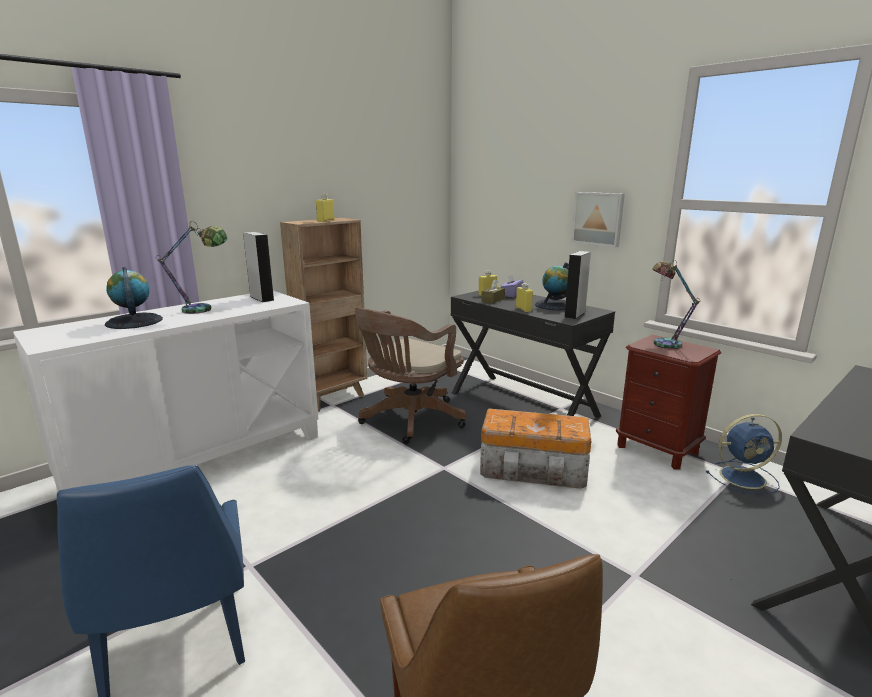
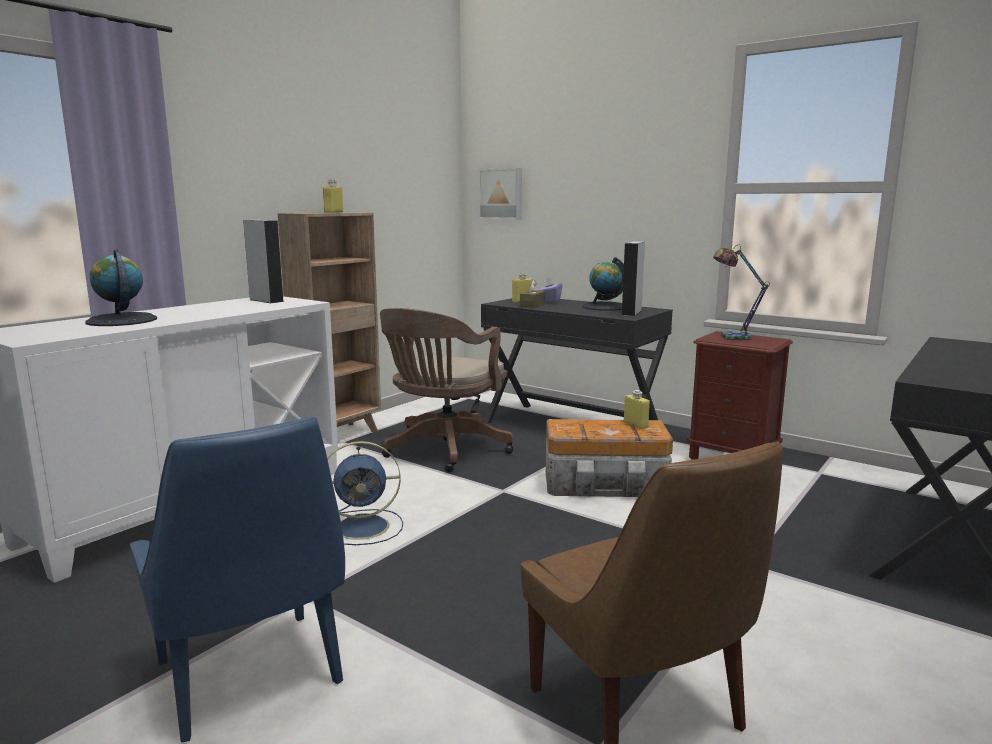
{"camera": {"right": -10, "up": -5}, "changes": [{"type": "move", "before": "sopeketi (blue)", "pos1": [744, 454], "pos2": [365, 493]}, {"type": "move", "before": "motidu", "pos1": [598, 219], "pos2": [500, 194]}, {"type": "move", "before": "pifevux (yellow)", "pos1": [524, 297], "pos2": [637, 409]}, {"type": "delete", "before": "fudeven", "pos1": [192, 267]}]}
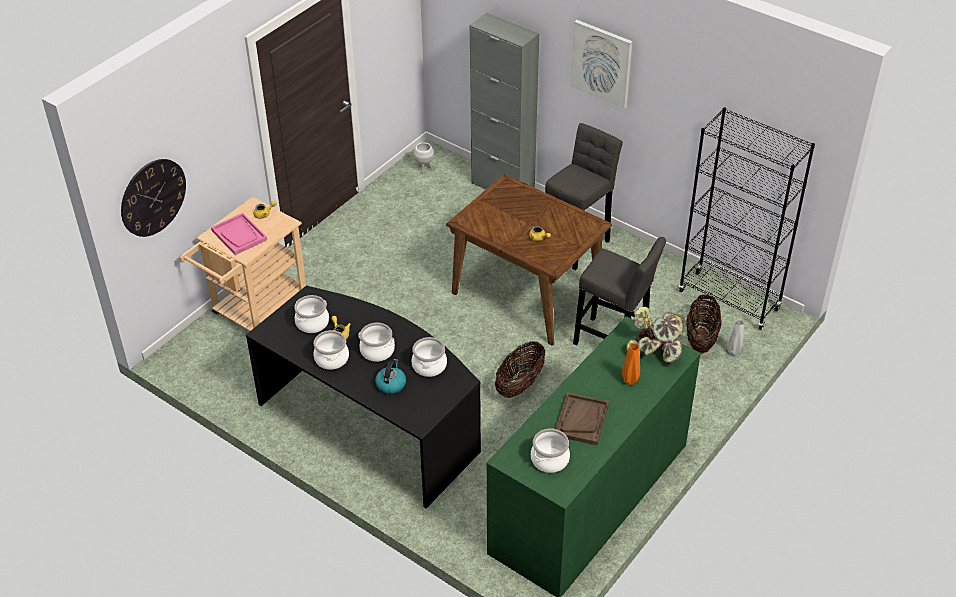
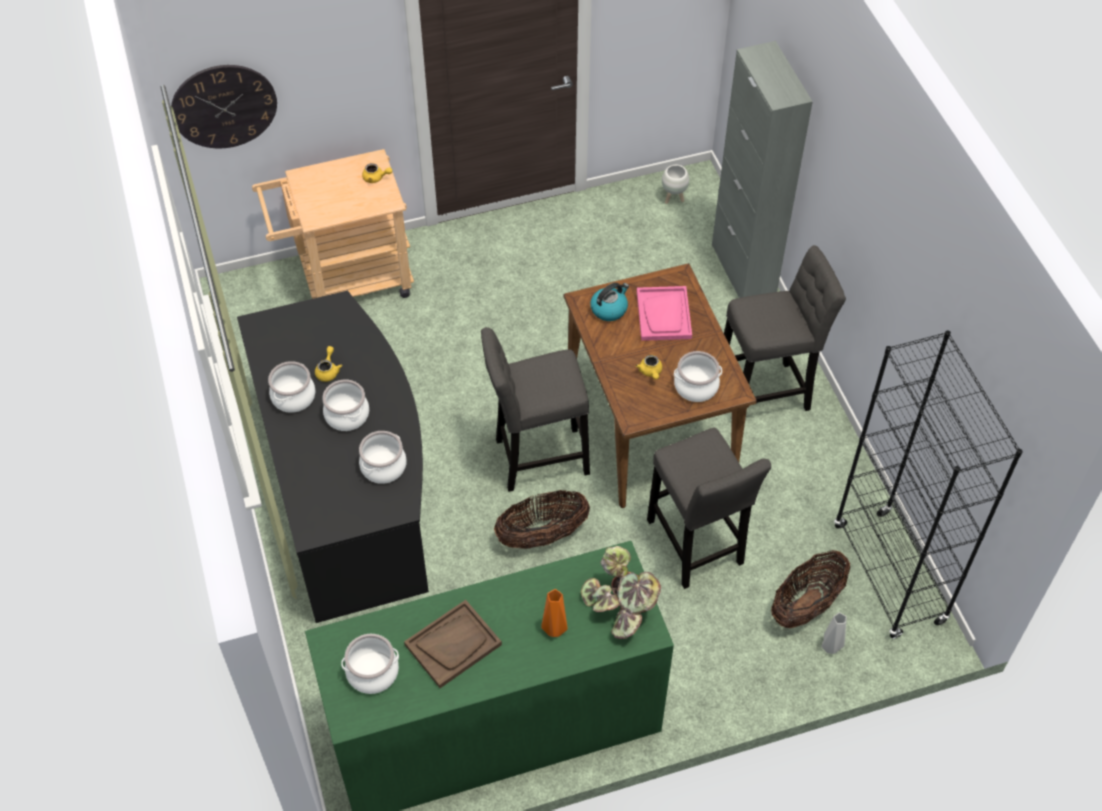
{"camera": {"right": 35, "up": 10}, "changes": [{"type": "insert", "after": "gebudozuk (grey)", "pos2": [535, 409]}, {"type": "move", "before": "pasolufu", "pos1": [390, 376], "pos2": [609, 302]}, {"type": "move", "before": "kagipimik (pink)", "pos1": [239, 234], "pos2": [664, 313]}, {"type": "move", "before": "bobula", "pos1": [311, 314], "pos2": [698, 376]}, {"type": "delete", "before": "motidu", "pos1": [601, 64]}]}
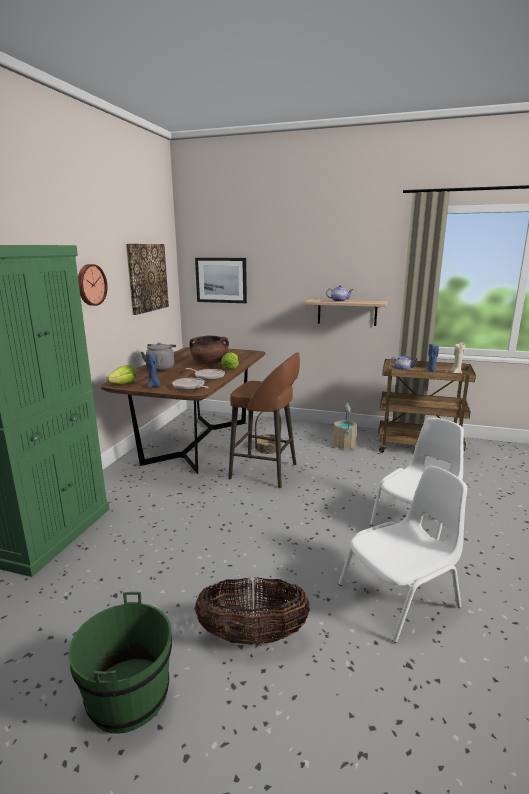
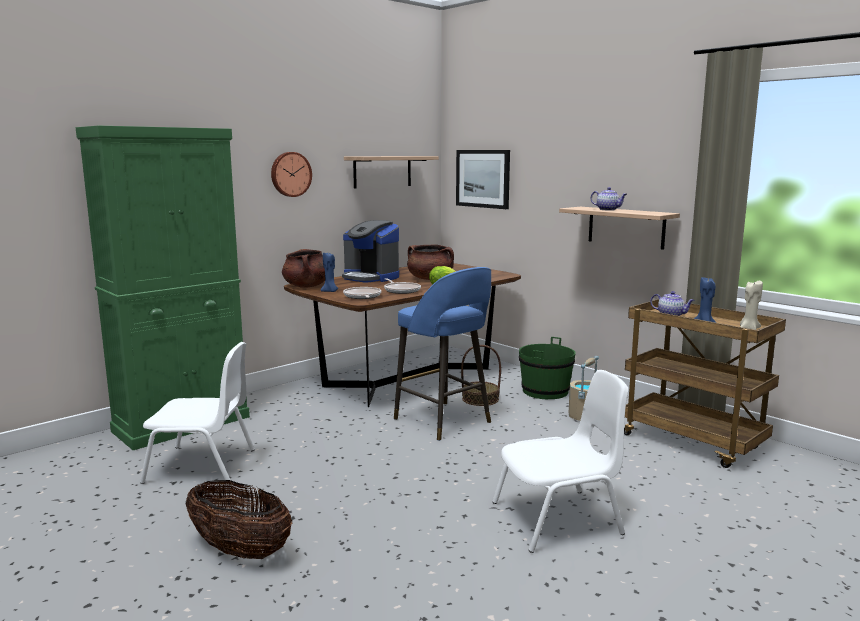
{"camera": {"right": 30, "up": -5}, "changes": [{"type": "move", "before": "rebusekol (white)", "pos1": [403, 554], "pos2": [197, 413]}, {"type": "replace", "before": "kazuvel", "after": "bobula (brown)", "pos1": [121, 374], "pos2": [303, 268]}, {"type": "replace", "before": "pasolufu (grey)", "after": "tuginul", "pos1": [158, 356], "pos2": [370, 251]}, {"type": "replace", "before": "motidu", "after": "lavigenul", "pos1": [147, 279], "pos2": [391, 172]}, {"type": "recolor", "before": "gebudozuk (brown)", "after": "gebudozuk (blue)", "pos1": [264, 420], "pos2": [442, 354]}, {"type": "move", "before": "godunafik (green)", "pos1": [120, 663], "pos2": [547, 368]}]}
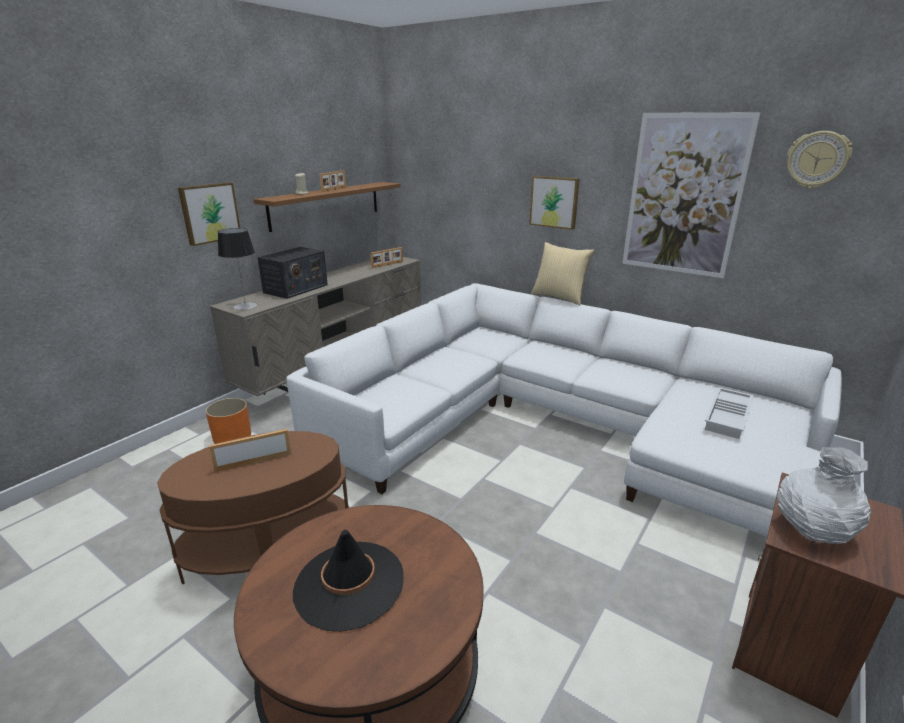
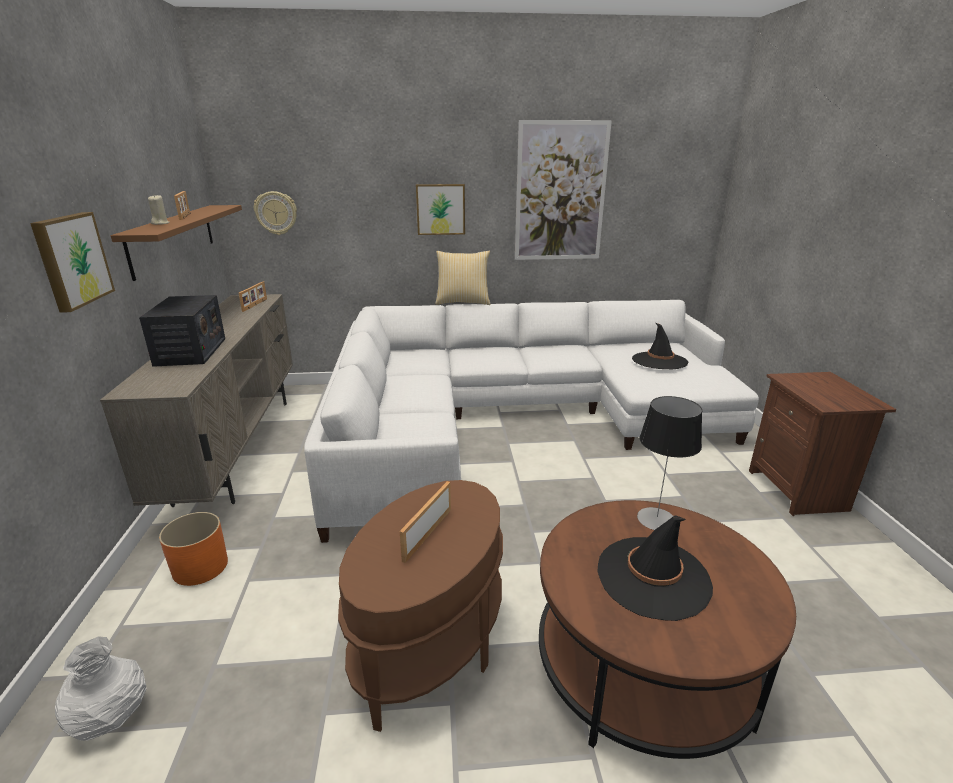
{"camera": {"right": -40, "up": 0}, "changes": [{"type": "move", "before": "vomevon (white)", "pos1": [824, 495], "pos2": [100, 688]}, {"type": "move", "before": "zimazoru", "pos1": [820, 160], "pos2": [275, 213]}, {"type": "replace", "before": "kagipimik (white)", "after": "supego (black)", "pos1": [729, 413], "pos2": [660, 345]}, {"type": "move", "before": "fudeven", "pos1": [237, 269], "pos2": [669, 463]}]}
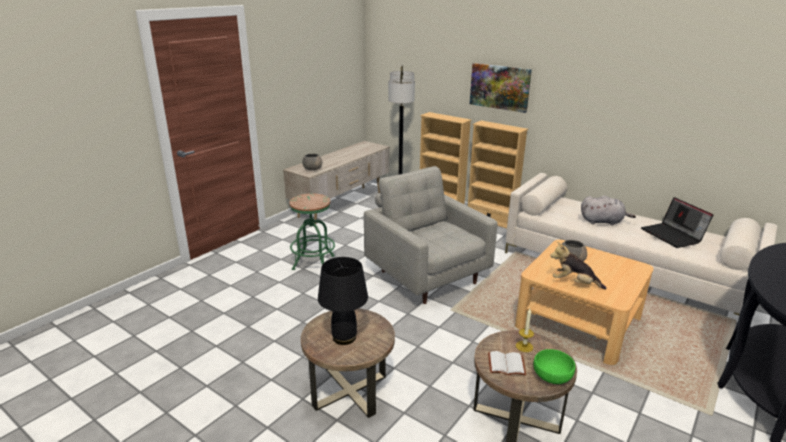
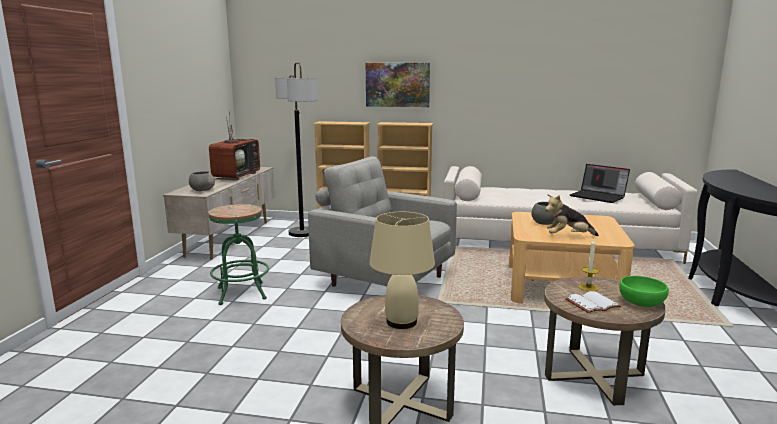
{"camera": {"right": -25, "up": -10}, "changes": [{"type": "insert", "after": "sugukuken", "pos2": [234, 147]}, {"type": "recolor", "before": "fudeven (black)", "after": "fudeven (beige)", "pos1": [343, 301], "pos2": [402, 270]}, {"type": "delete", "before": "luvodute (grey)", "pos1": [608, 210]}]}
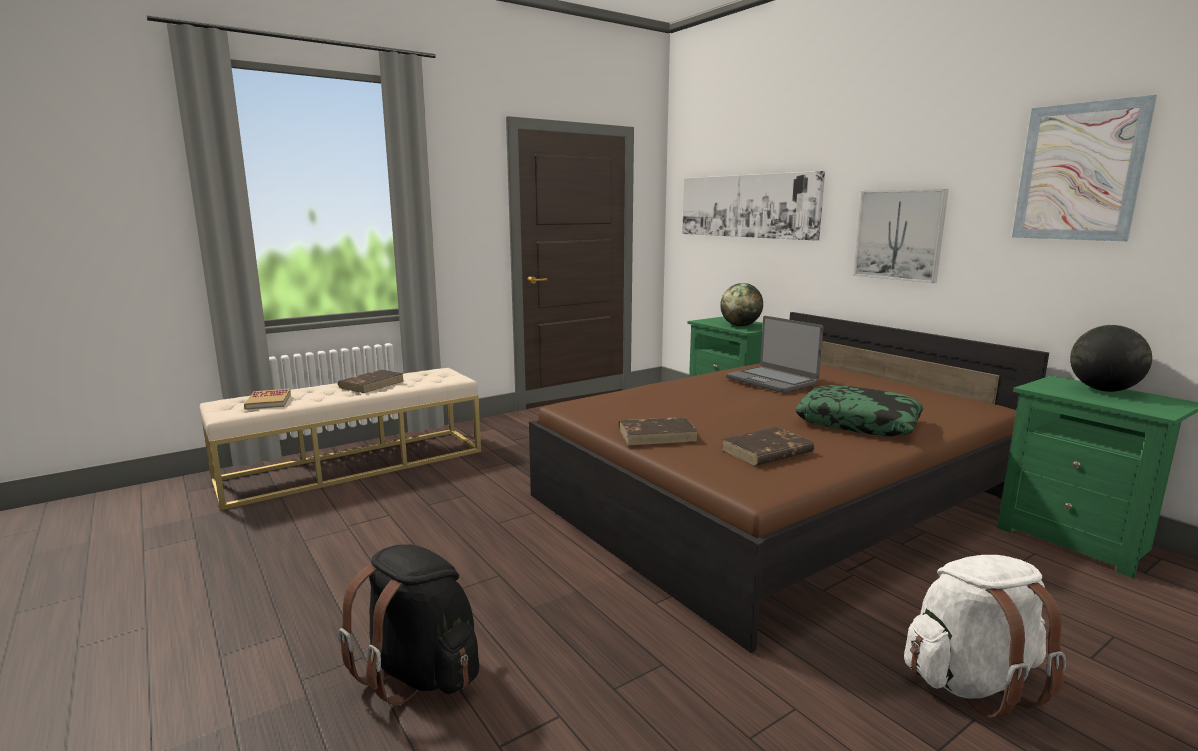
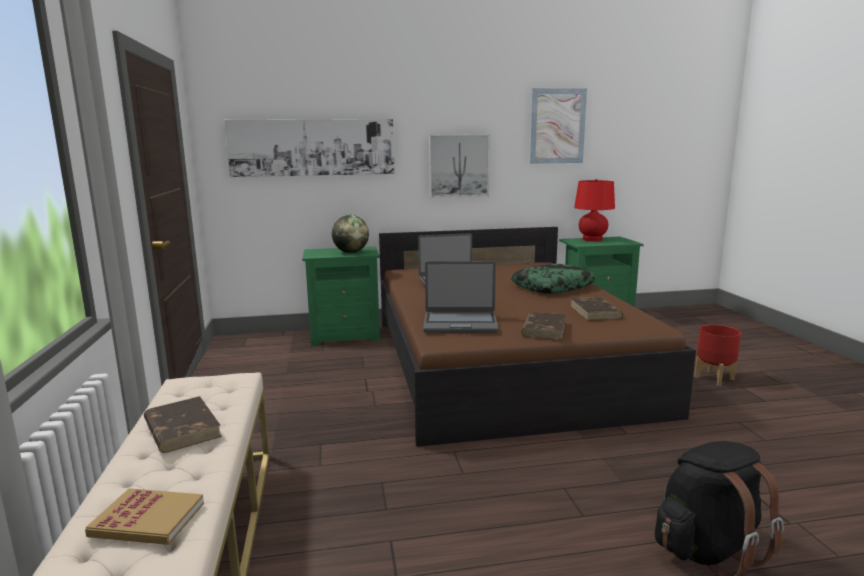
{"camera": {"right": -65, "up": 0}, "changes": [{"type": "insert", "after": "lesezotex", "pos2": [461, 297]}, {"type": "replace", "before": "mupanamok", "after": "fudeven (red)", "pos1": [1111, 358], "pos2": [594, 210]}, {"type": "replace", "before": "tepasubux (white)", "after": "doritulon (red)", "pos1": [985, 636], "pos2": [717, 355]}]}
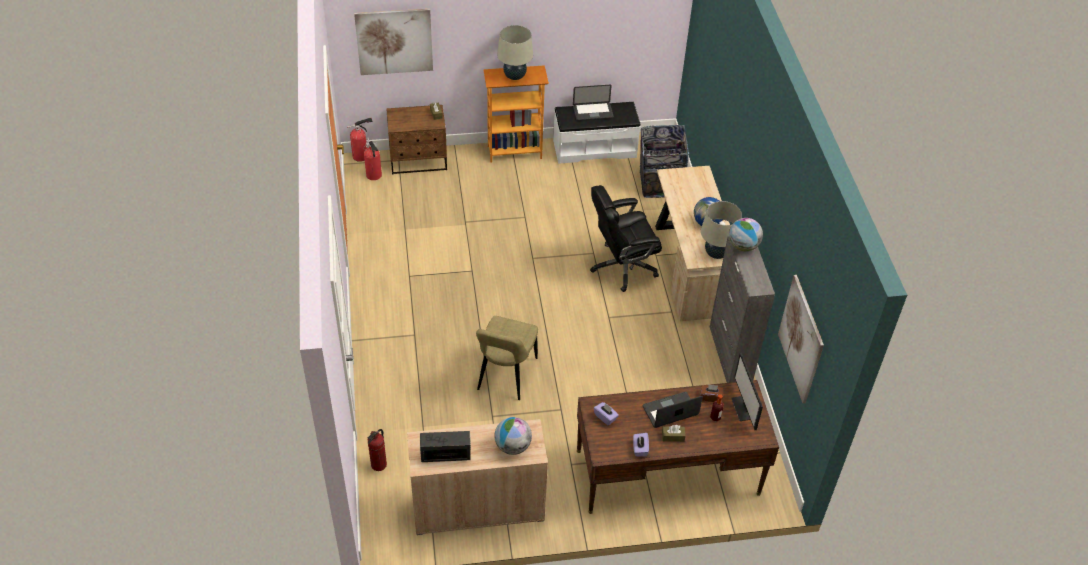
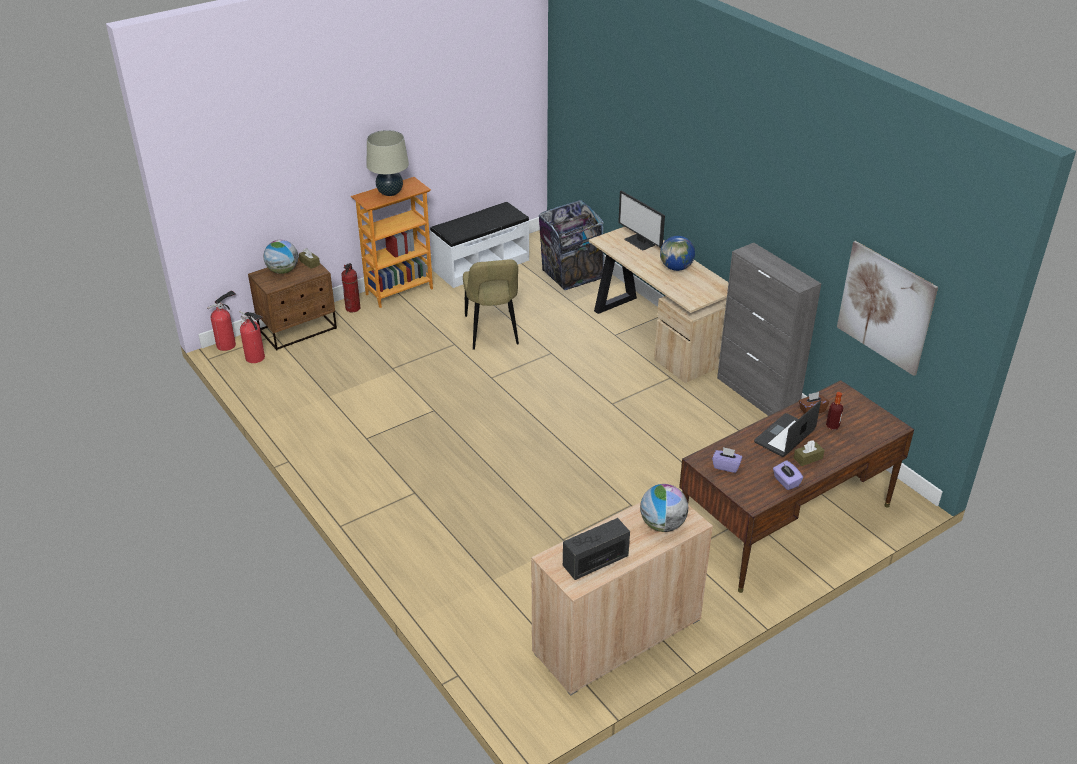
{"camera": {"right": -25, "up": -10}, "changes": [{"type": "move", "before": "mupanamok", "pos1": [746, 234], "pos2": [280, 257]}, {"type": "move", "before": "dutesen", "pos1": [377, 450], "pos2": [350, 287]}, {"type": "move", "before": "rebusekol (beige)", "pos1": [507, 358], "pos2": [491, 304]}, {"type": "move", "before": "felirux", "pos1": [747, 391], "pos2": [641, 220]}, {"type": "delete", "before": "motidu", "pos1": [393, 42]}, {"type": "delete", "before": "lesezotex", "pos1": [593, 103]}, {"type": "delete", "before": "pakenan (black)", "pos1": [626, 238]}, {"type": "delete", "before": "fudeven (beige)", "pos1": [721, 230]}]}
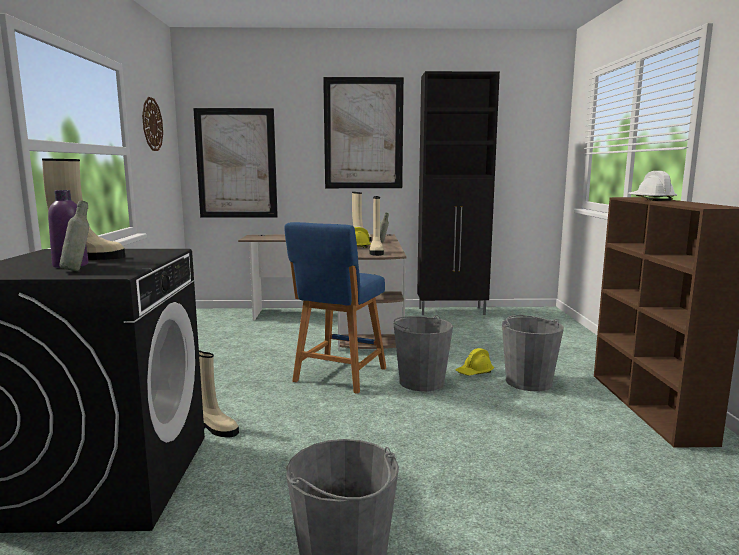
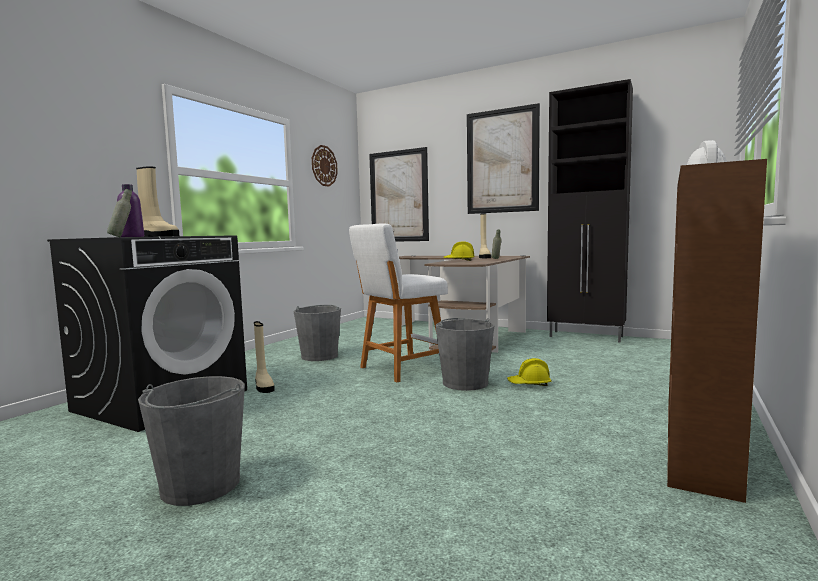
{"camera": {"right": 30, "up": -5}, "changes": [{"type": "move", "before": "godunafik (grey)", "pos1": [533, 353], "pos2": [317, 333]}, {"type": "recolor", "before": "gebudozuk (blue)", "after": "gebudozuk (white)", "pos1": [335, 308], "pos2": [398, 302]}, {"type": "delete", "before": "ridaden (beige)", "pos1": [376, 226]}]}
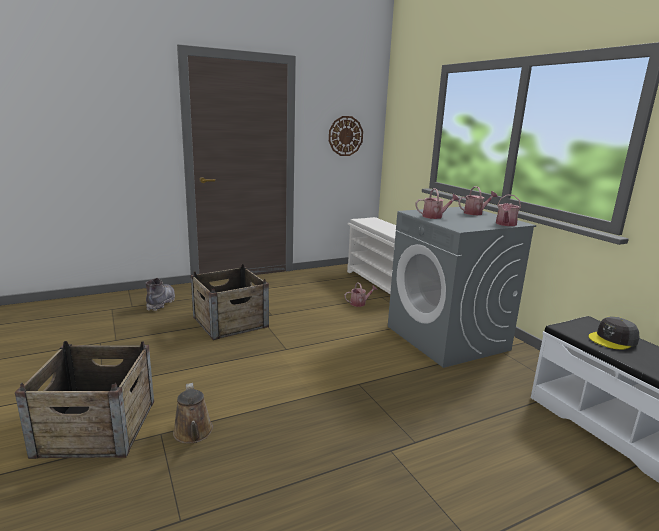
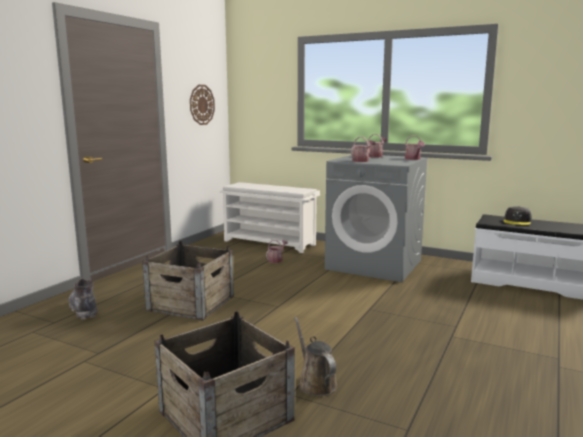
{"camera": {"right": -35, "up": -5}, "changes": [{"type": "rotate", "before": "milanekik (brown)", "pos1": [193, 413], "pos2": [315, 356], "turn": -150}]}
